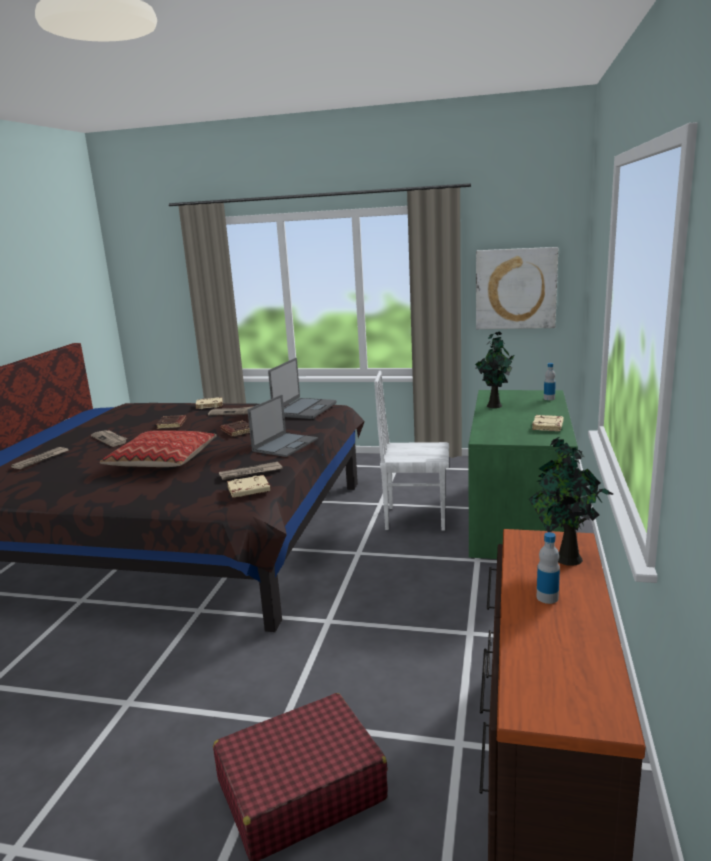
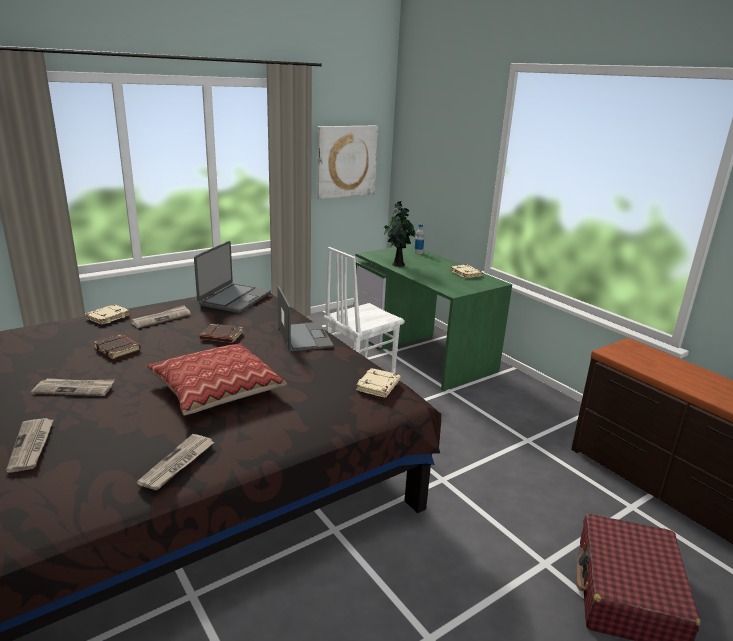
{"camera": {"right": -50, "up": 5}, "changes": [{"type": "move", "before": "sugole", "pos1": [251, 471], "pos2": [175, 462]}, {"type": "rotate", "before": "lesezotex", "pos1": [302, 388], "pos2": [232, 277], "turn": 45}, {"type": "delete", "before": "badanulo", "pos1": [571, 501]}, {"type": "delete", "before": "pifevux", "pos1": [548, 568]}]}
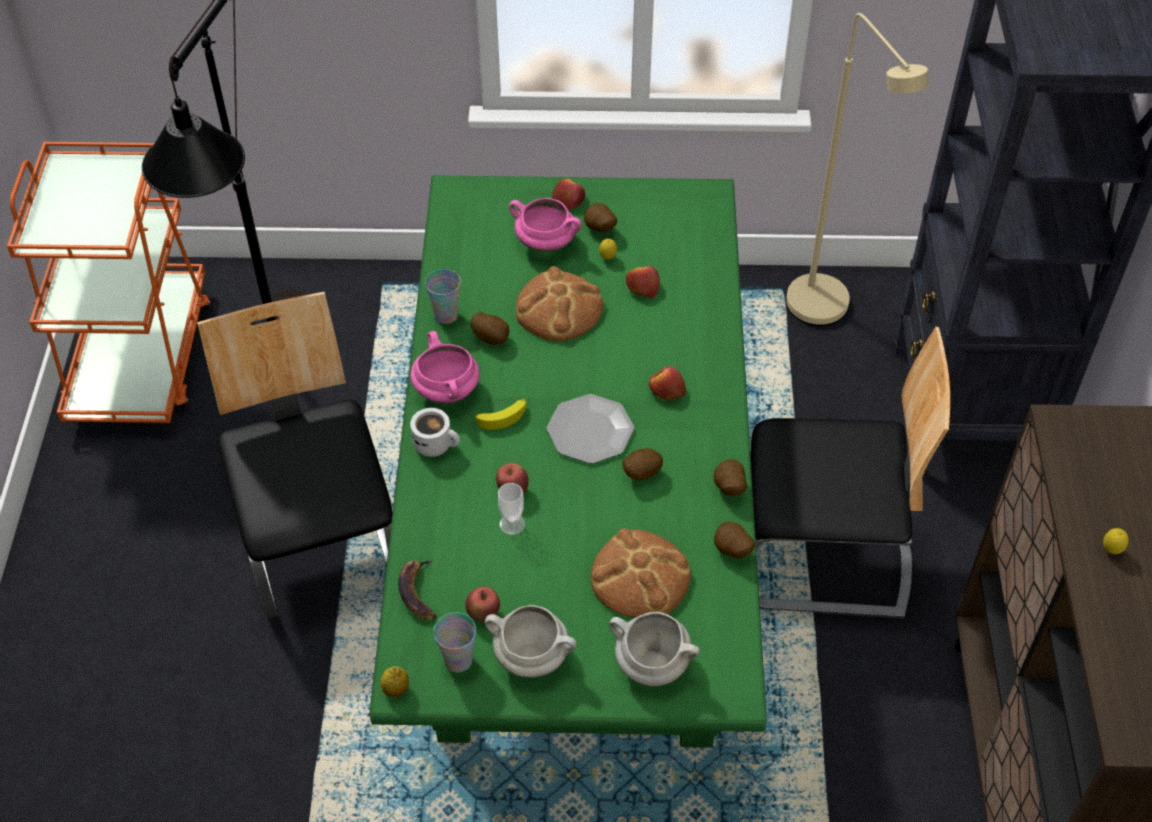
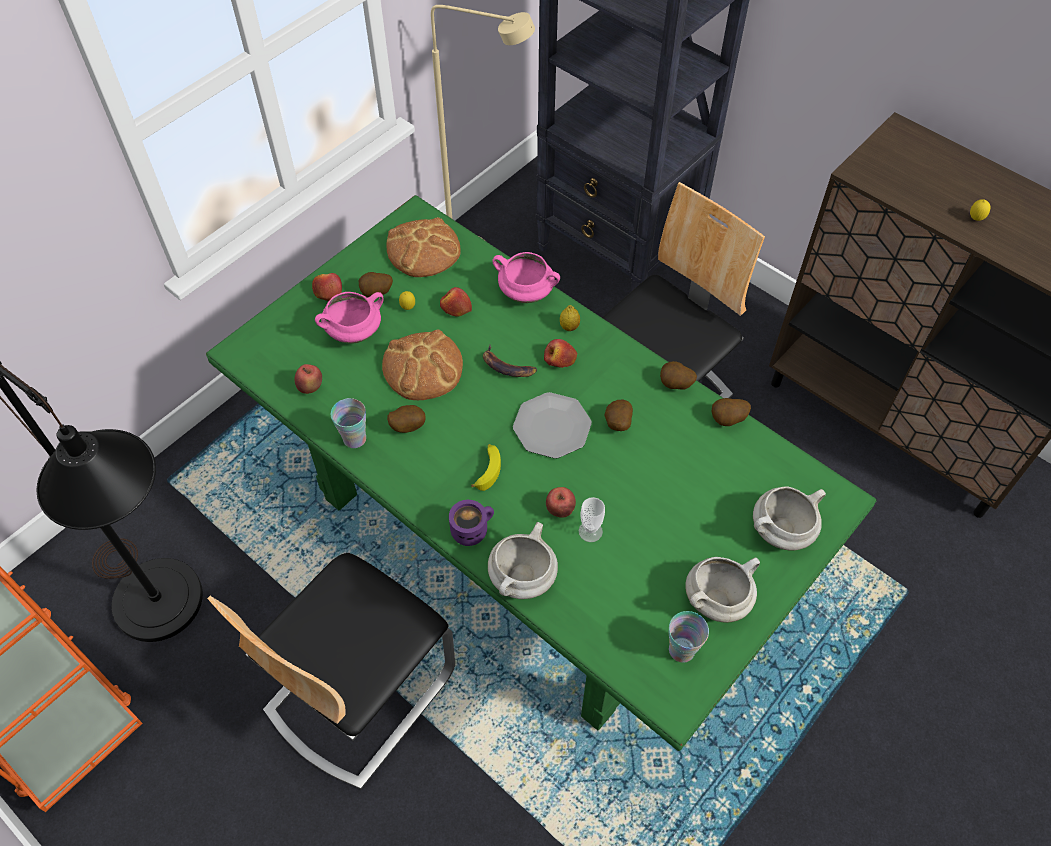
{"camera": {"right": -50, "up": 5}, "changes": [{"type": "rotate", "before": "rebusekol", "pos1": [294, 455], "pos2": [331, 671], "turn": -75}, {"type": "move", "before": "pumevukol", "pos1": [482, 604], "pos2": [308, 379]}, {"type": "move", "before": "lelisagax", "pos1": [641, 573], "pos2": [423, 247]}, {"type": "recolor", "before": "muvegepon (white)", "after": "muvegepon (purple)", "pos1": [435, 432], "pos2": [471, 523]}, {"type": "move", "before": "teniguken", "pos1": [417, 589], "pos2": [510, 361]}, {"type": "insert", "after": "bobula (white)", "pos2": [523, 560]}, {"type": "move", "before": "bobula (pink)", "pos1": [445, 367], "pos2": [526, 277]}, {"type": "move", "before": "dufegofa", "pos1": [395, 682], "pos2": [570, 318]}]}
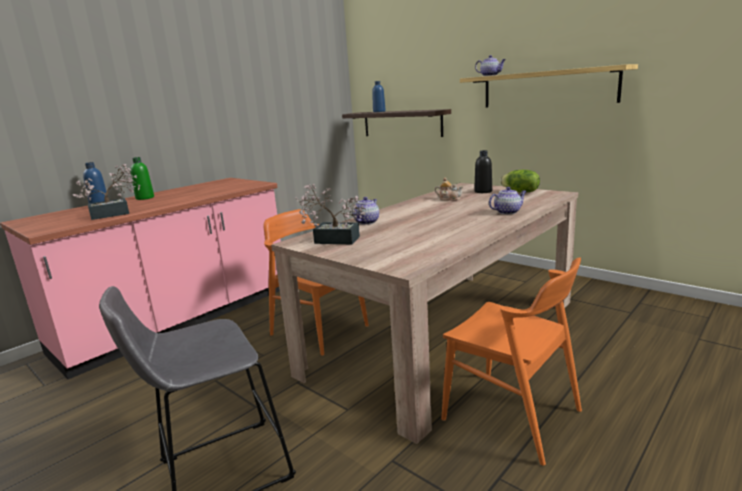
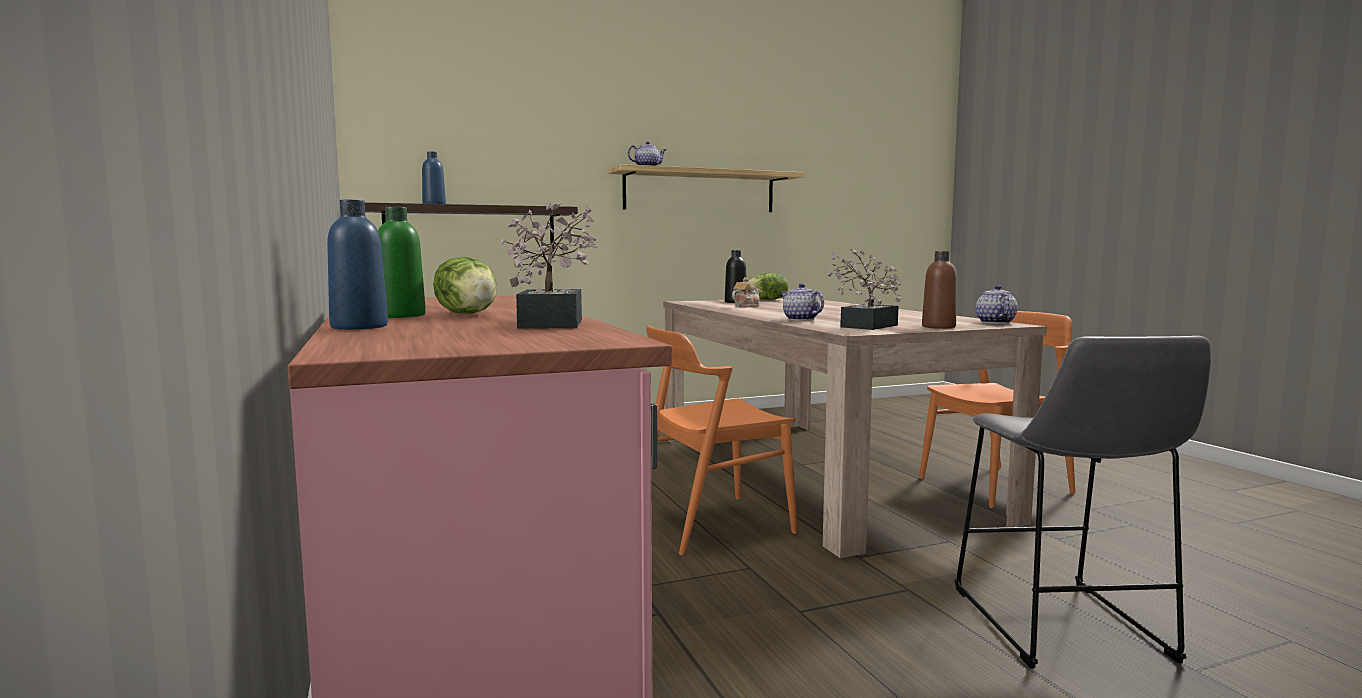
{"camera": {"right": -65, "up": -10}, "changes": [{"type": "insert", "after": "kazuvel", "pos2": [465, 285]}, {"type": "insert", "after": "pifevux (brown)", "pos2": [939, 290]}, {"type": "move", "before": "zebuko", "pos1": [507, 201], "pos2": [997, 304]}]}
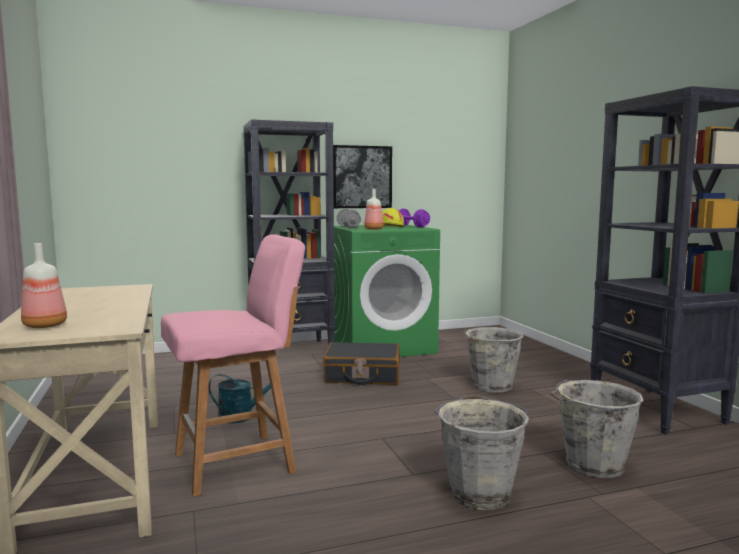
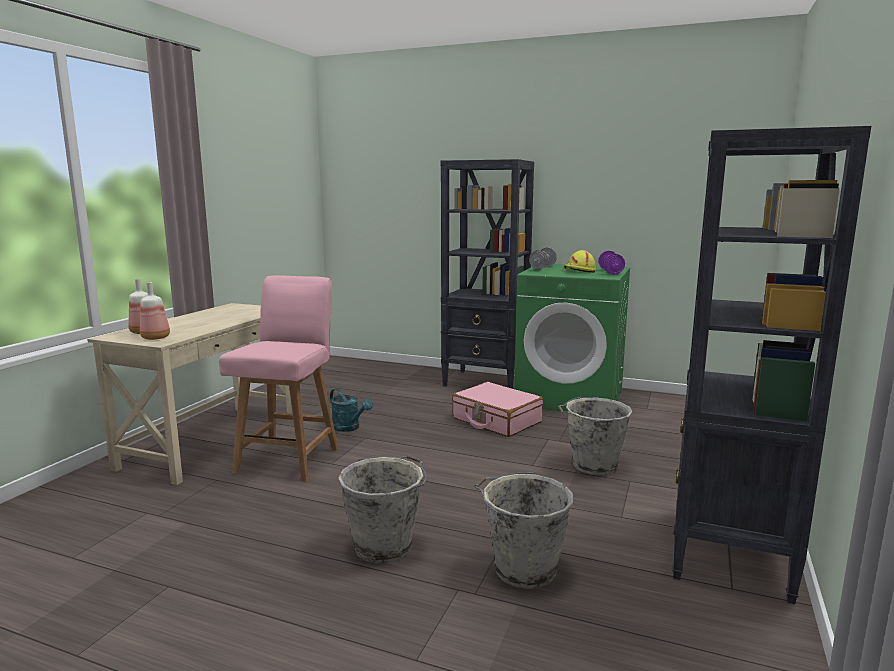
{"camera": {"right": 40, "up": 5}, "changes": [{"type": "move", "before": "pifevux", "pos1": [374, 209], "pos2": [155, 311]}, {"type": "rotate", "before": "rebusekol (pink)", "pos1": [233, 365], "pos2": [278, 378], "turn": -90}, {"type": "recolor", "before": "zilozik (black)", "after": "zilozik (pink)", "pos1": [361, 363], "pos2": [497, 409]}, {"type": "delete", "before": "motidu", "pos1": [362, 176]}]}
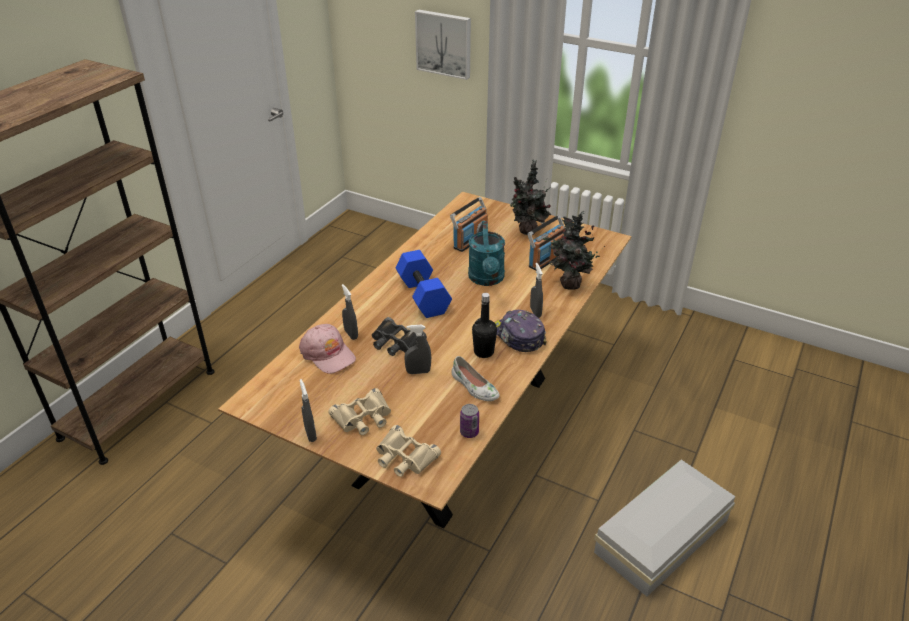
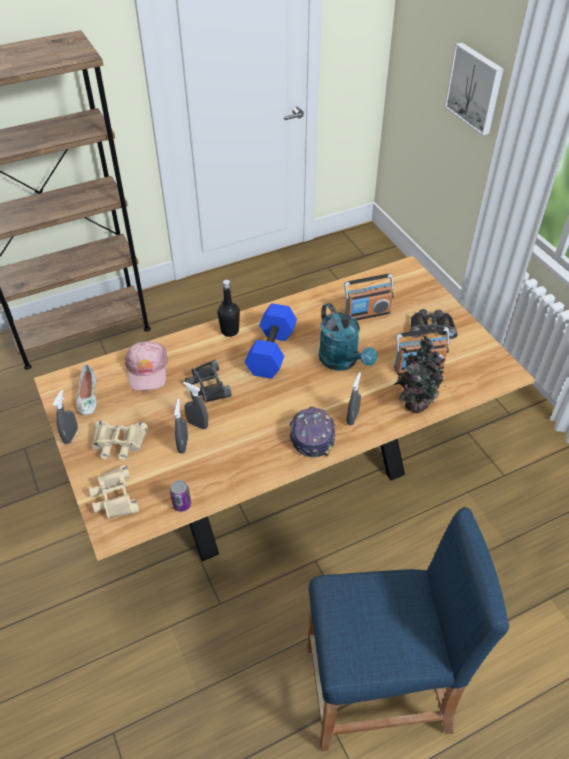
{"camera": {"right": 35, "up": 10}, "changes": [{"type": "move", "before": "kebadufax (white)", "pos1": [476, 378], "pos2": [86, 389]}, {"type": "move", "before": "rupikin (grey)", "pos1": [350, 312], "pos2": [181, 426]}, {"type": "move", "before": "pifevux (black)", "pos1": [484, 325], "pos2": [228, 308]}, {"type": "replace", "before": "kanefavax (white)", "after": "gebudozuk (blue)", "pos1": [664, 528], "pos2": [408, 629]}, {"type": "rotate", "before": "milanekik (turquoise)", "pos1": [486, 253], "pos2": [348, 337], "turn": -60}, {"type": "replace", "before": "badanulo", "after": "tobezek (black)", "pos1": [530, 197], "pos2": [434, 324]}]}
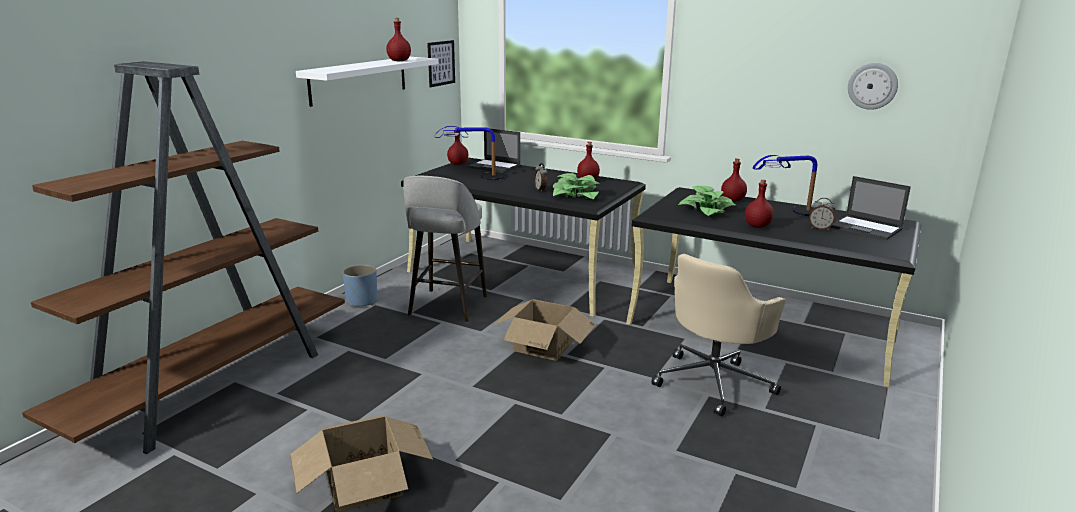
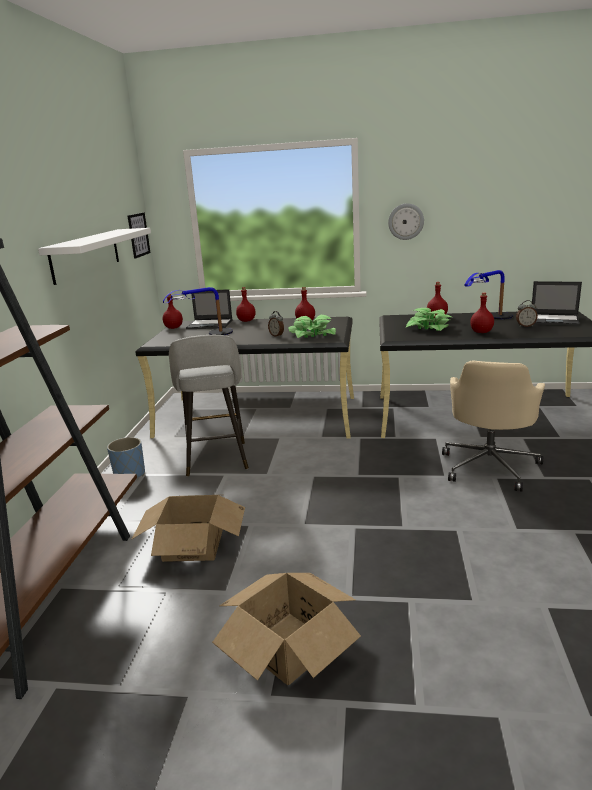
{"camera": {"right": -20, "up": 0}, "changes": [{"type": "move", "before": "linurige", "pos1": [544, 330], "pos2": [188, 528]}, {"type": "move", "before": "pifevux (red)", "pos1": [398, 39], "pos2": [246, 304]}, {"type": "move", "before": "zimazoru", "pos1": [873, 86], "pos2": [406, 221]}]}
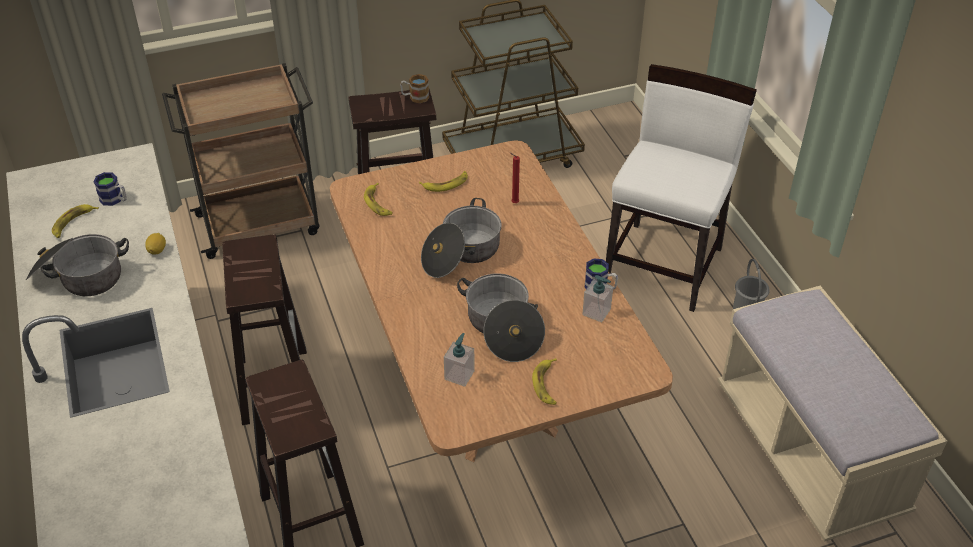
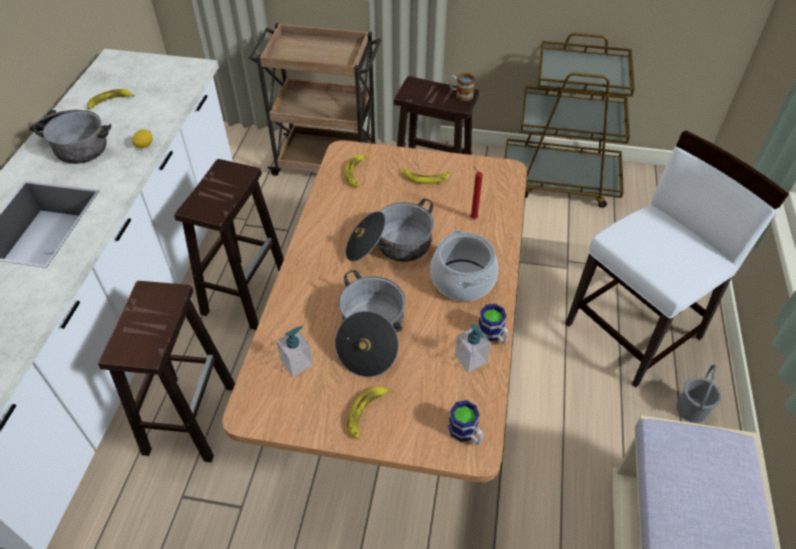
{"camera": {"right": 30, "up": 5}, "changes": [{"type": "insert", "after": "bobula", "pos2": [464, 265]}, {"type": "move", "before": "muvegepon", "pos1": [110, 189], "pos2": [465, 422]}]}
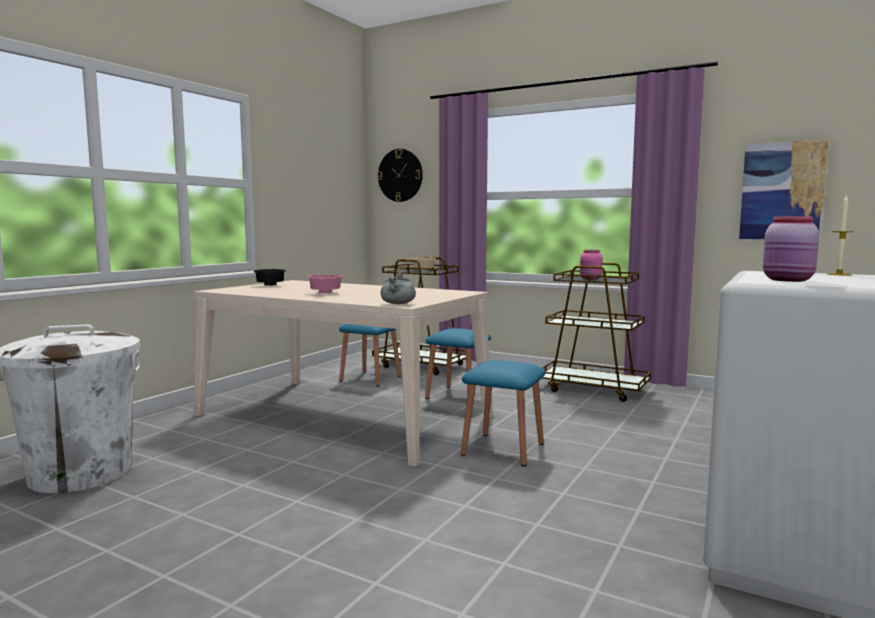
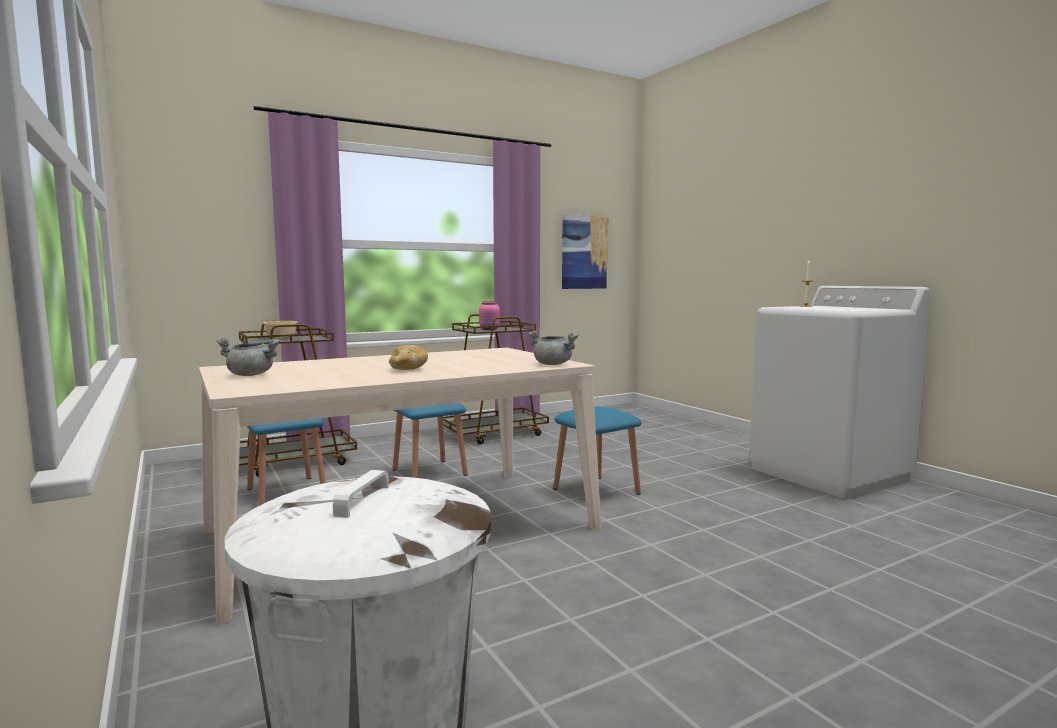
{"camera": {"right": -60, "up": 0}, "changes": [{"type": "replace", "before": "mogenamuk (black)", "after": "bobula (grey)", "pos1": [270, 277], "pos2": [248, 357]}, {"type": "replace", "before": "mogenamuk (pink)", "after": "lelisagax", "pos1": [325, 284], "pos2": [408, 357]}, {"type": "delete", "before": "zimazoru", "pos1": [400, 175]}, {"type": "delete", "before": "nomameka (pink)", "pos1": [791, 249]}]}
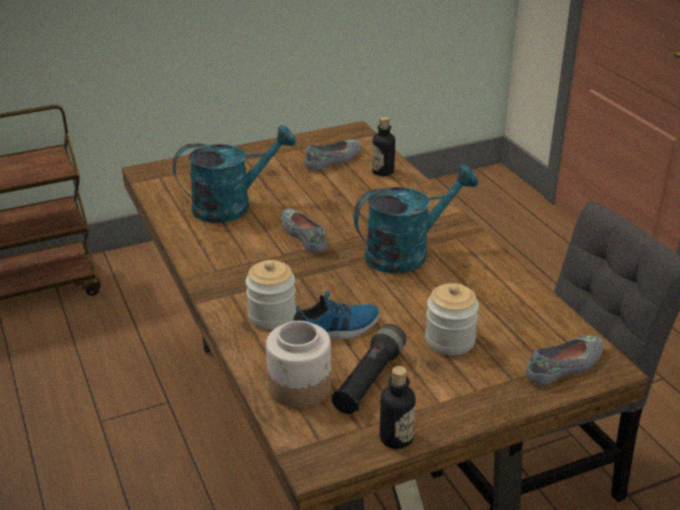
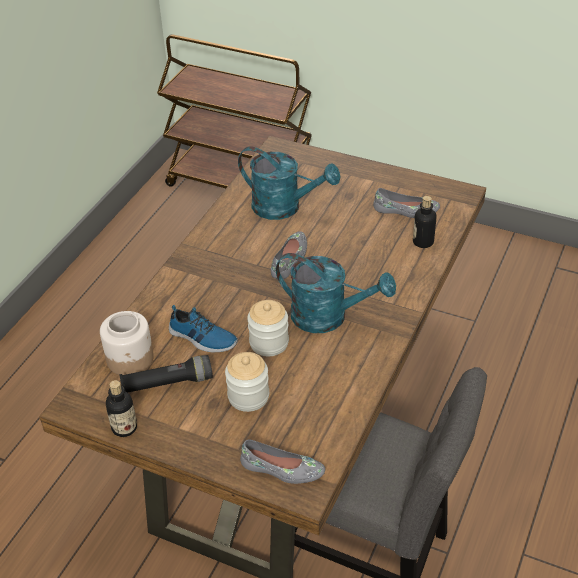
{"camera": {"right": 50, "up": 10}, "changes": [{"type": "move", "before": "nomameka", "pos1": [270, 294], "pos2": [268, 328]}]}
